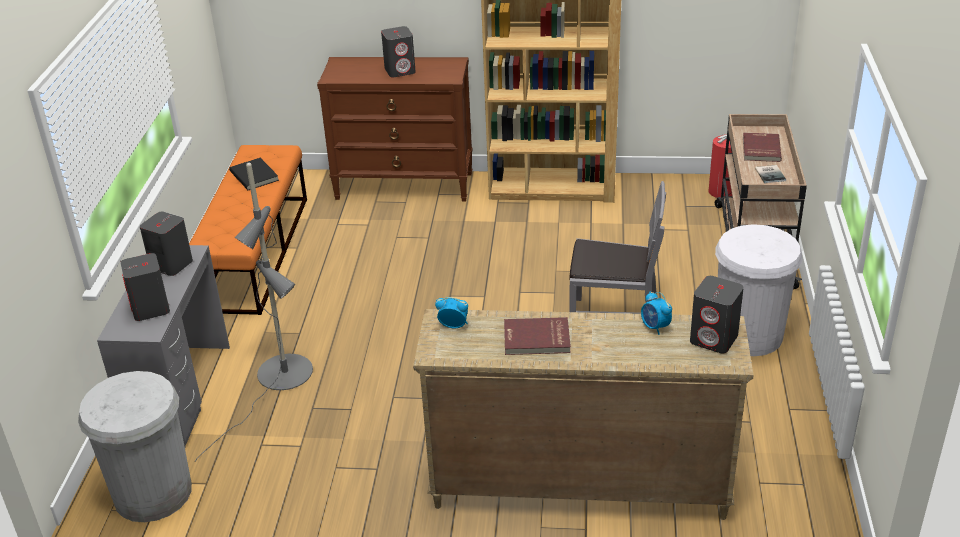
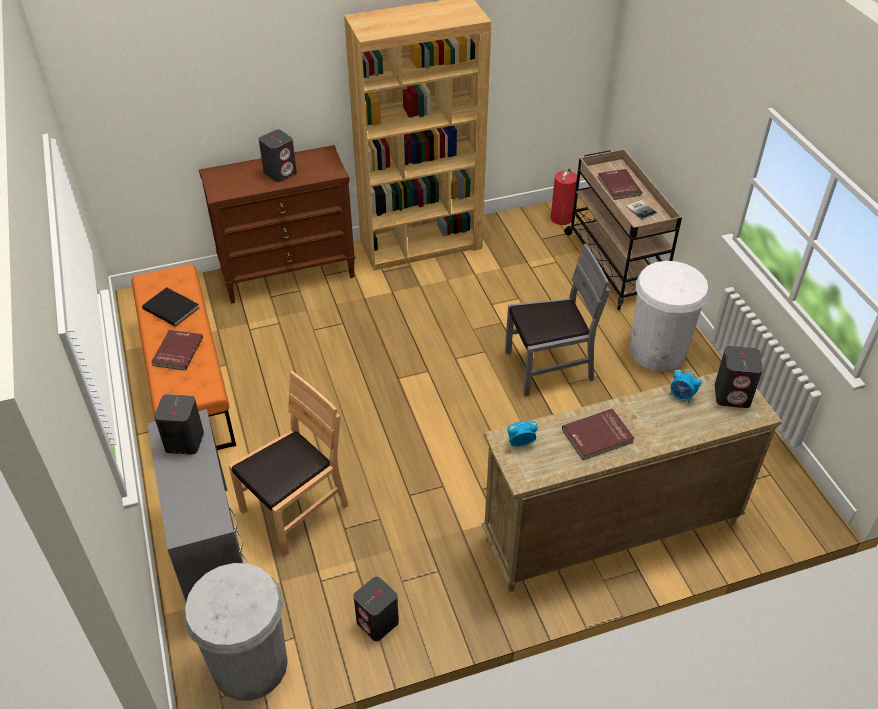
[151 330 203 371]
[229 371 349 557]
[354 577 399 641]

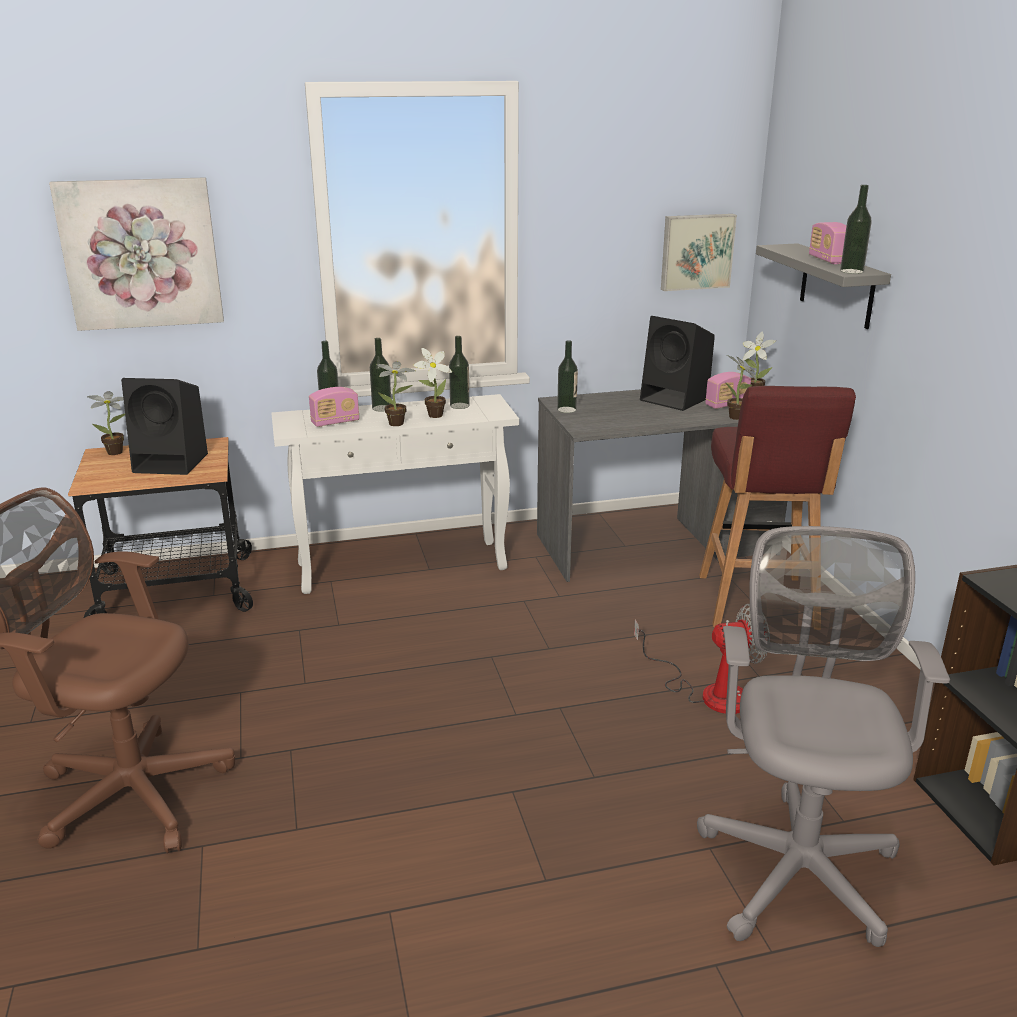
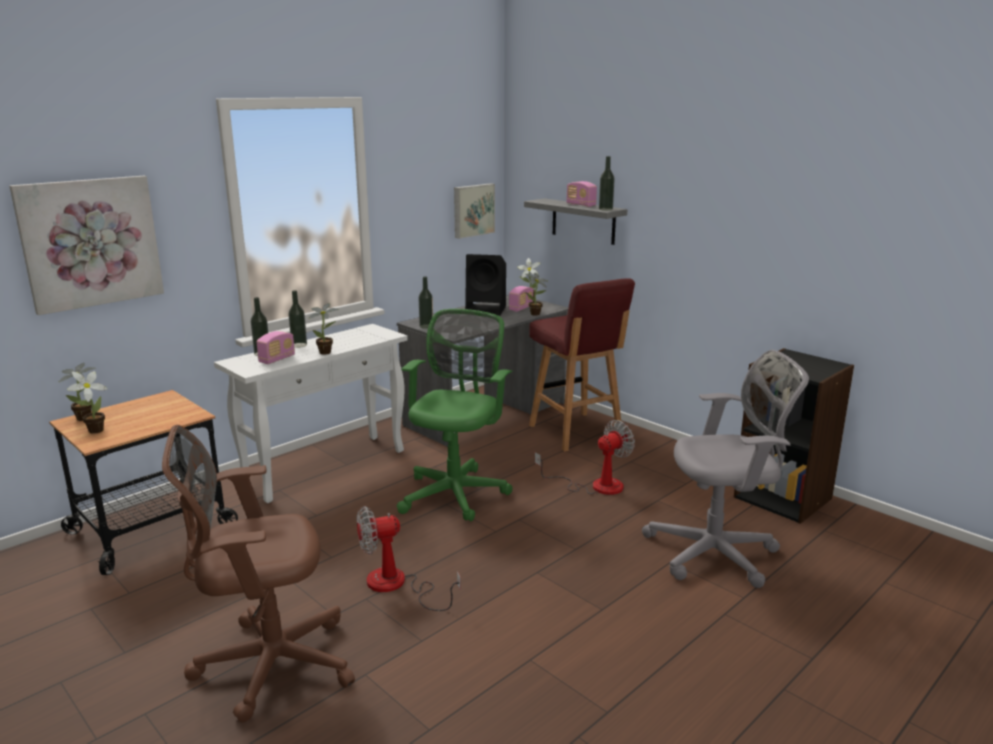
[67 371 107 434]
[357 506 461 611]
[397 309 513 521]
[642 350 809 588]
[121 378 208 475] (first image)
[449 336 470 409] (first image)

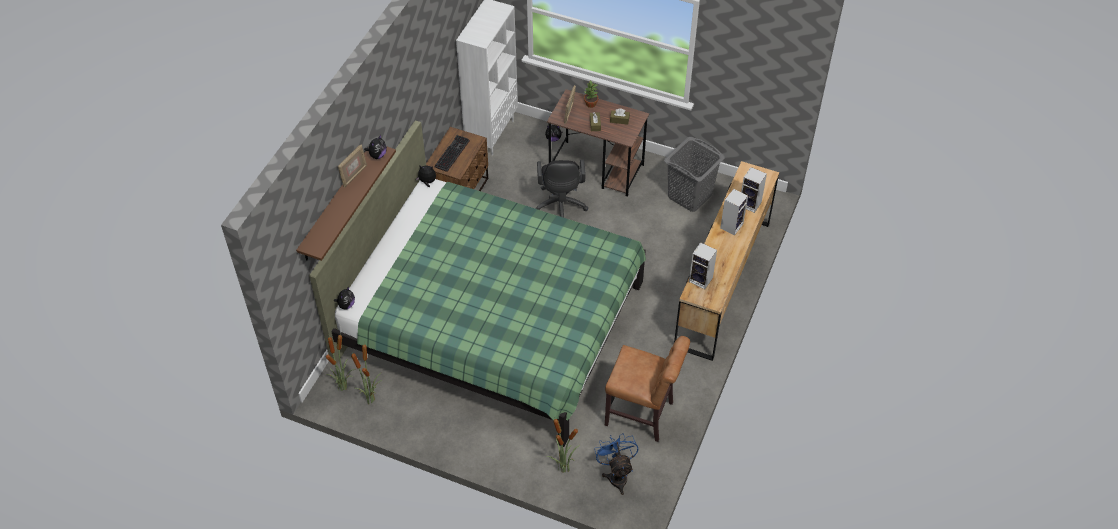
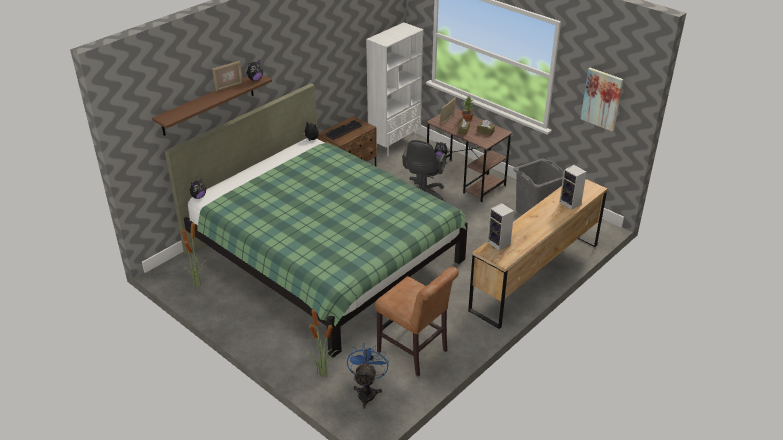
[581 68 624 132]
[325 335 356 391] (first image)
[720 189 748 236] (first image)

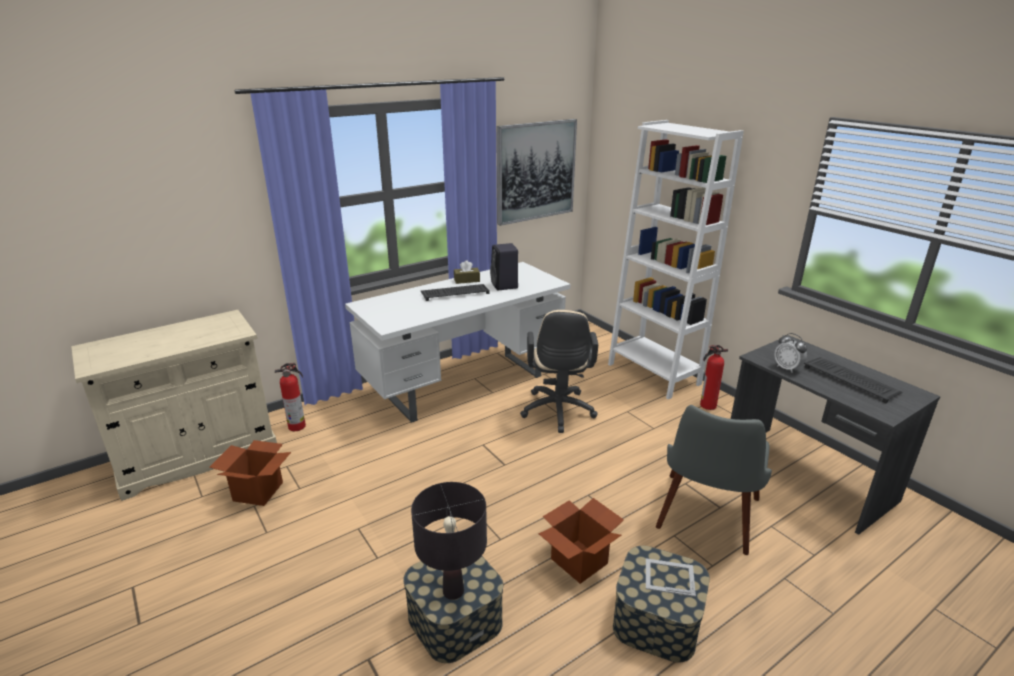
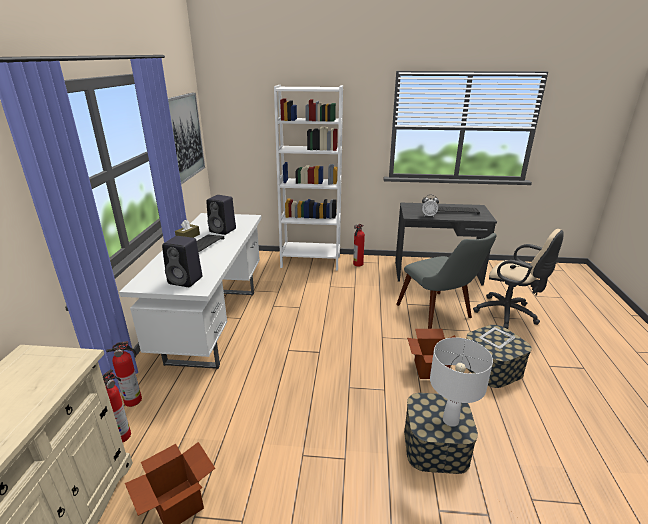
[106 341 142 407]
[162 236 203 287]
[430 337 493 427]
[473 229 564 329]

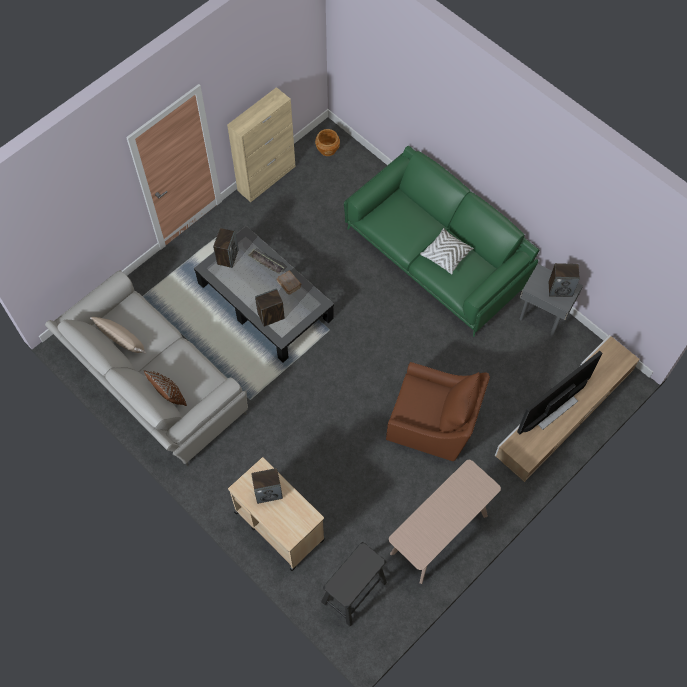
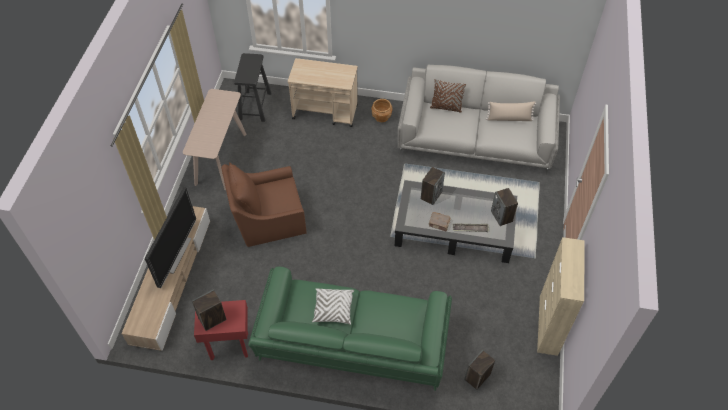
[194 300 248 360]
[372 99 393 122]
[464 350 495 390]

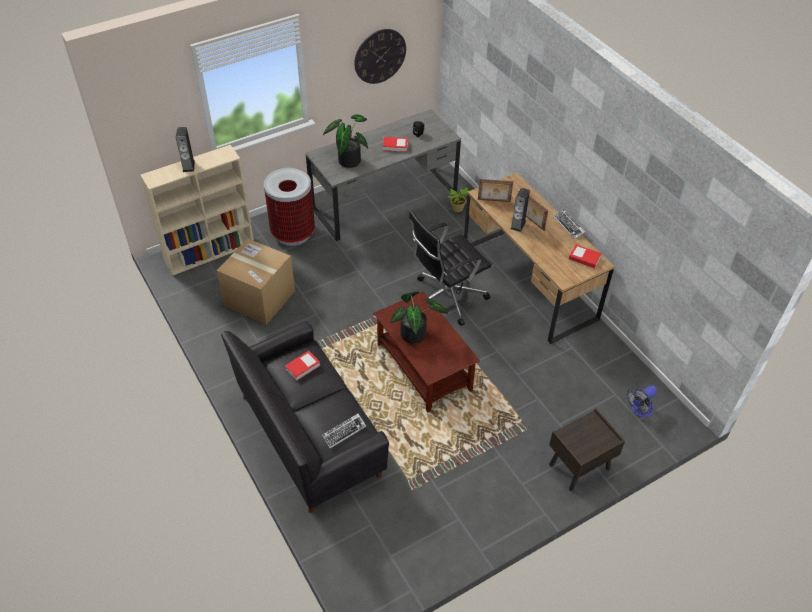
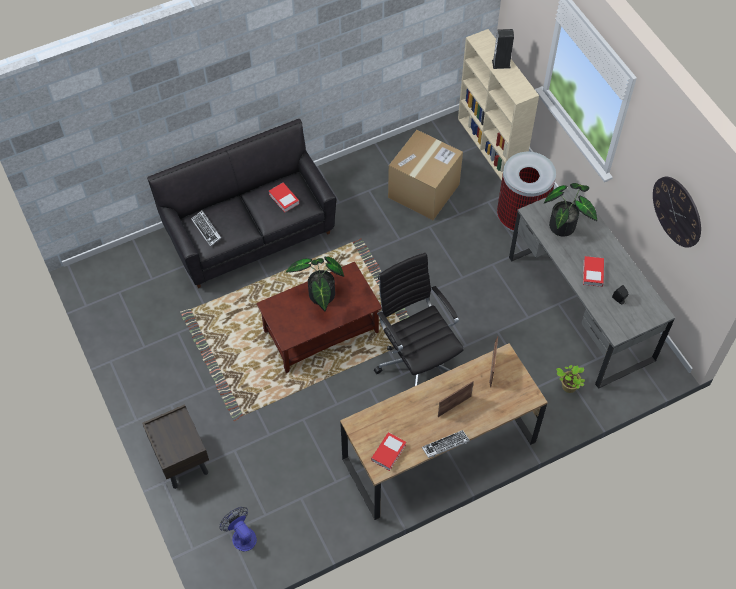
[510 188 530 232] (first image)

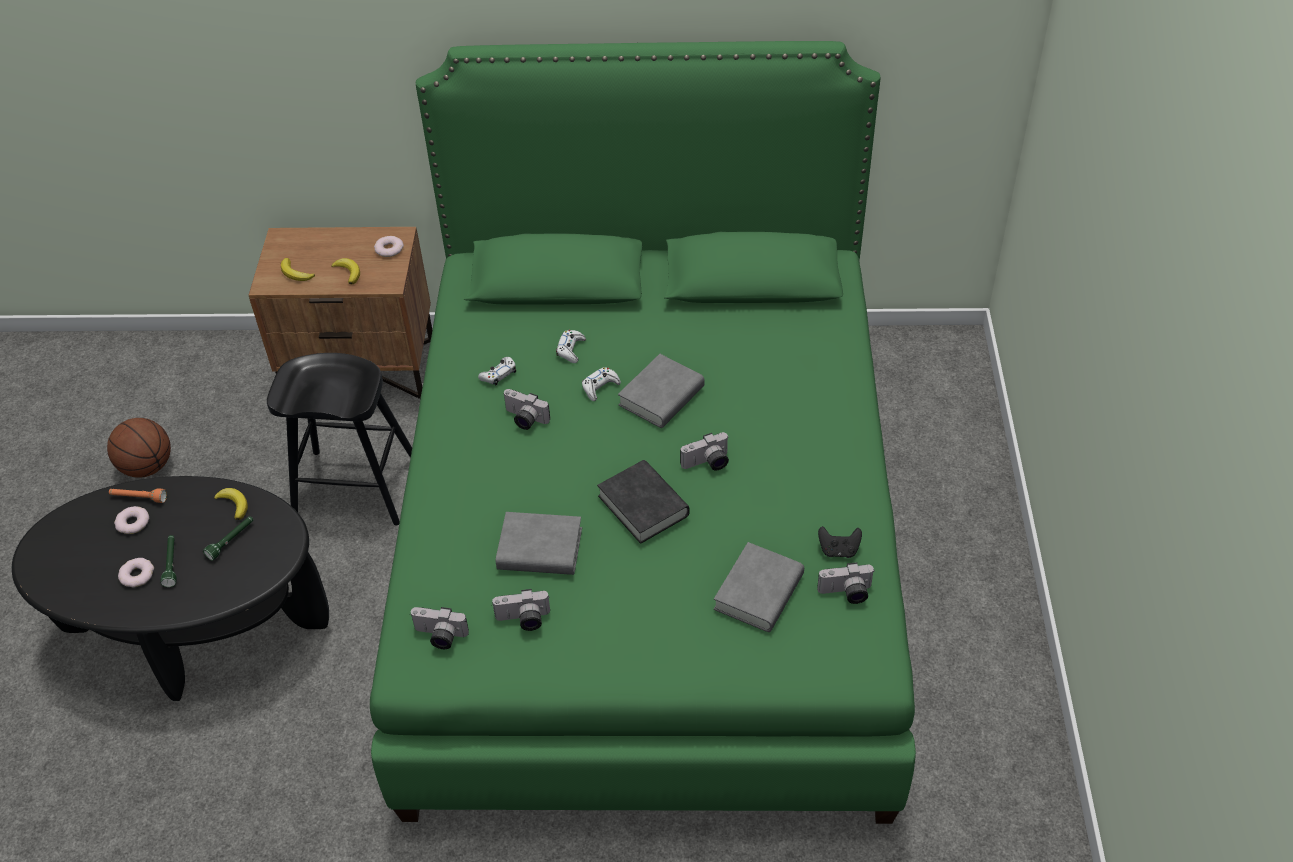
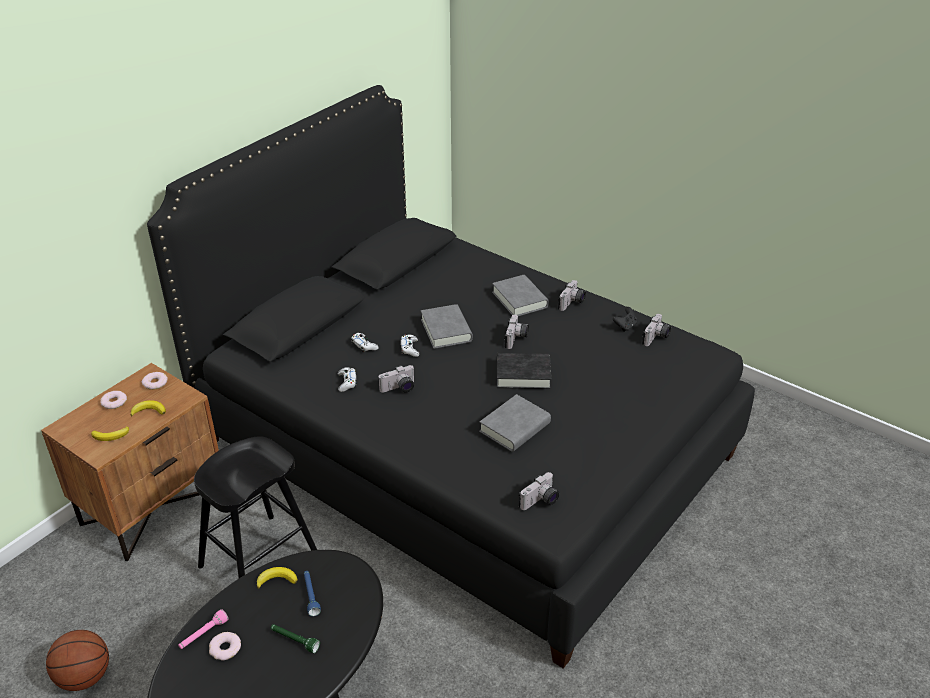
[100 391 127 409]
[147 85 755 668]
[178 609 229 649]
[304 571 321 616]
[492 275 549 316]
[558 280 586 311]

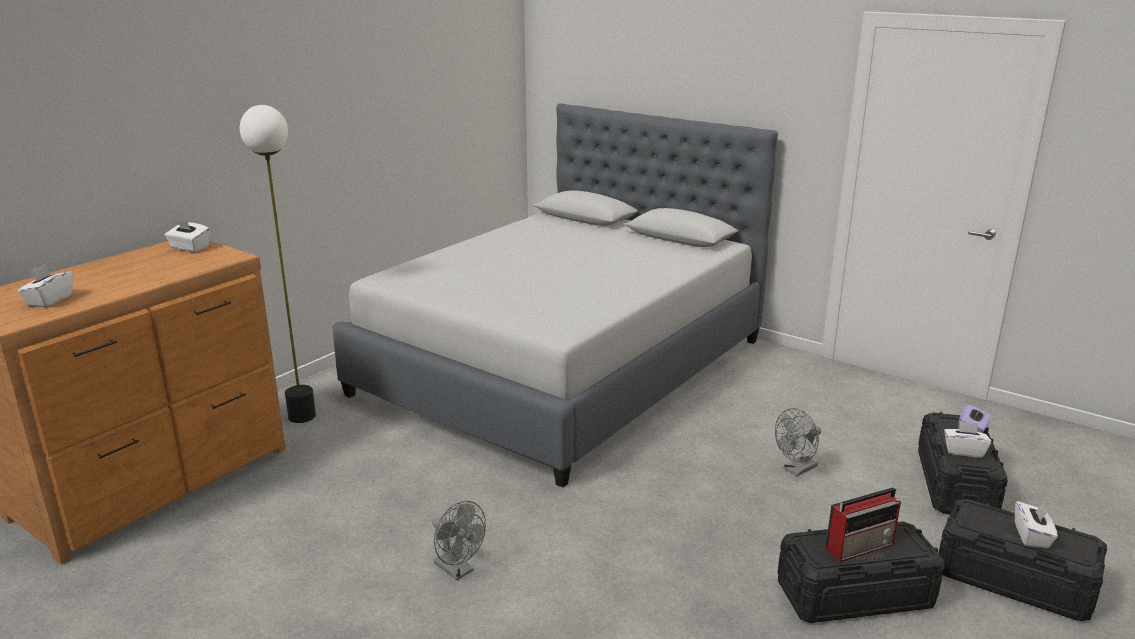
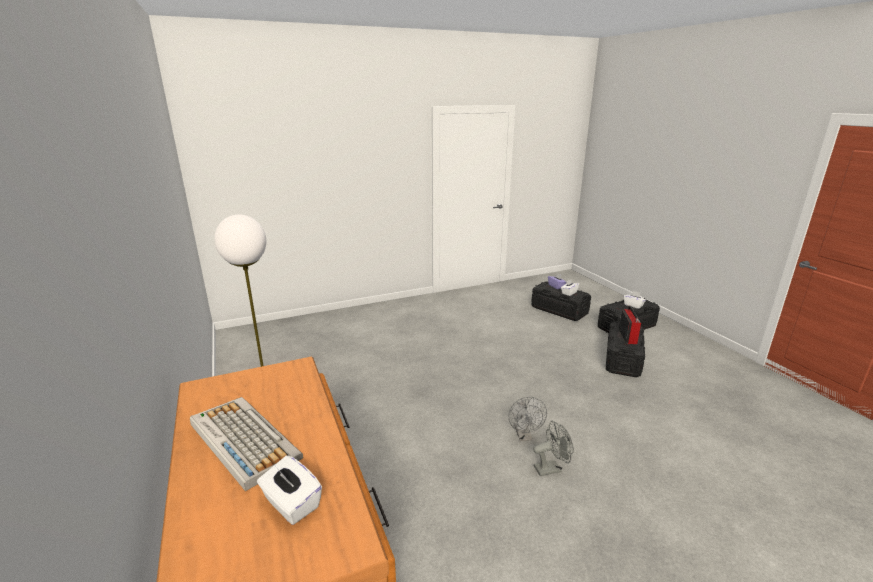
[190 397 303 491]
[509 397 547 441]
[165 219 210 252] (first image)
[333 104 778 488] (first image)

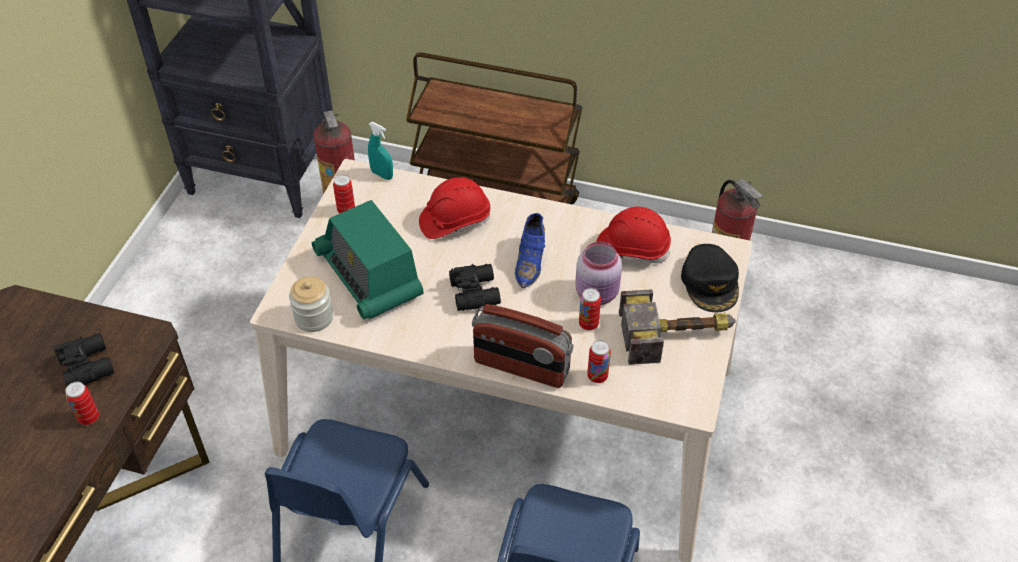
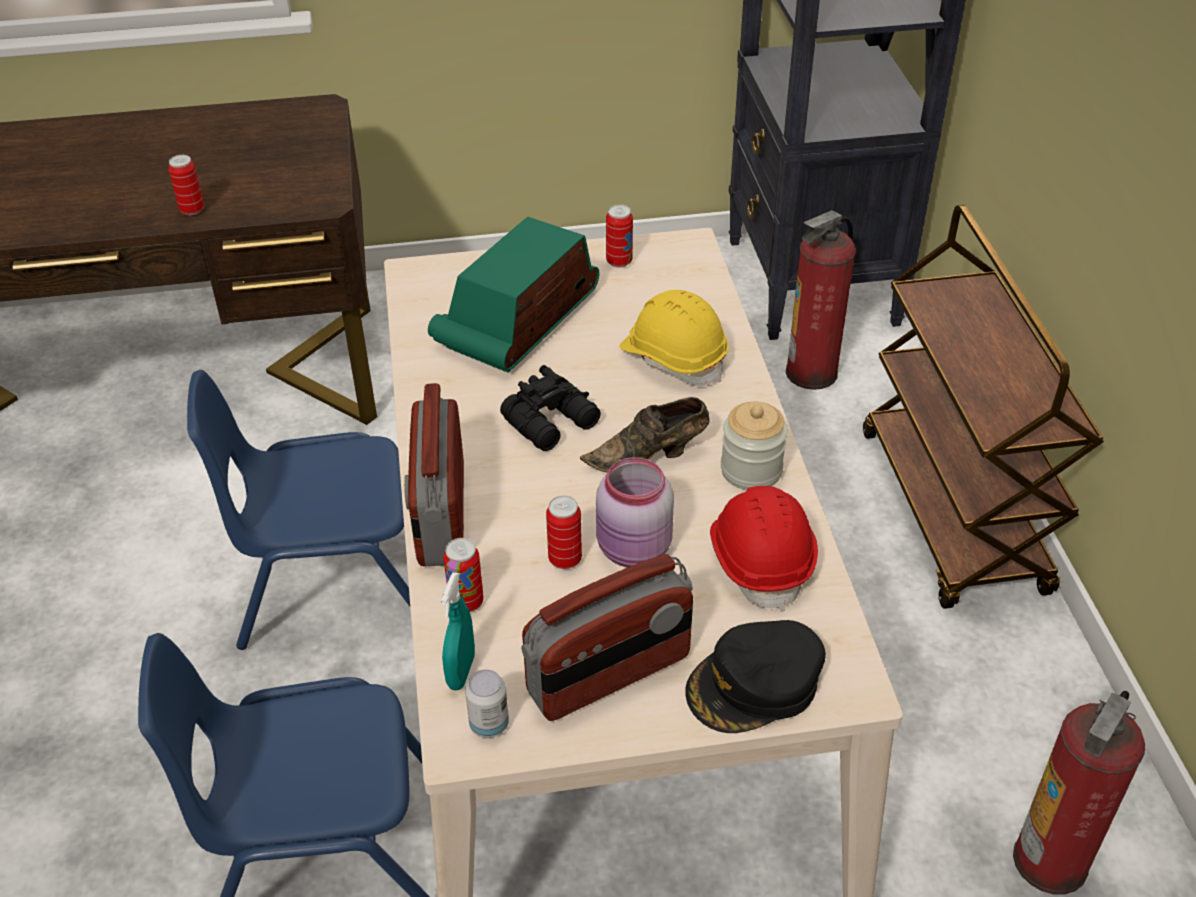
[441 572 475 691]
[465 669 509 738]
[521 554 693 721]
[580 397 710 473]
[619 290 728 386]
[721 402 788 490]
[53 333 114 386] (first image)

